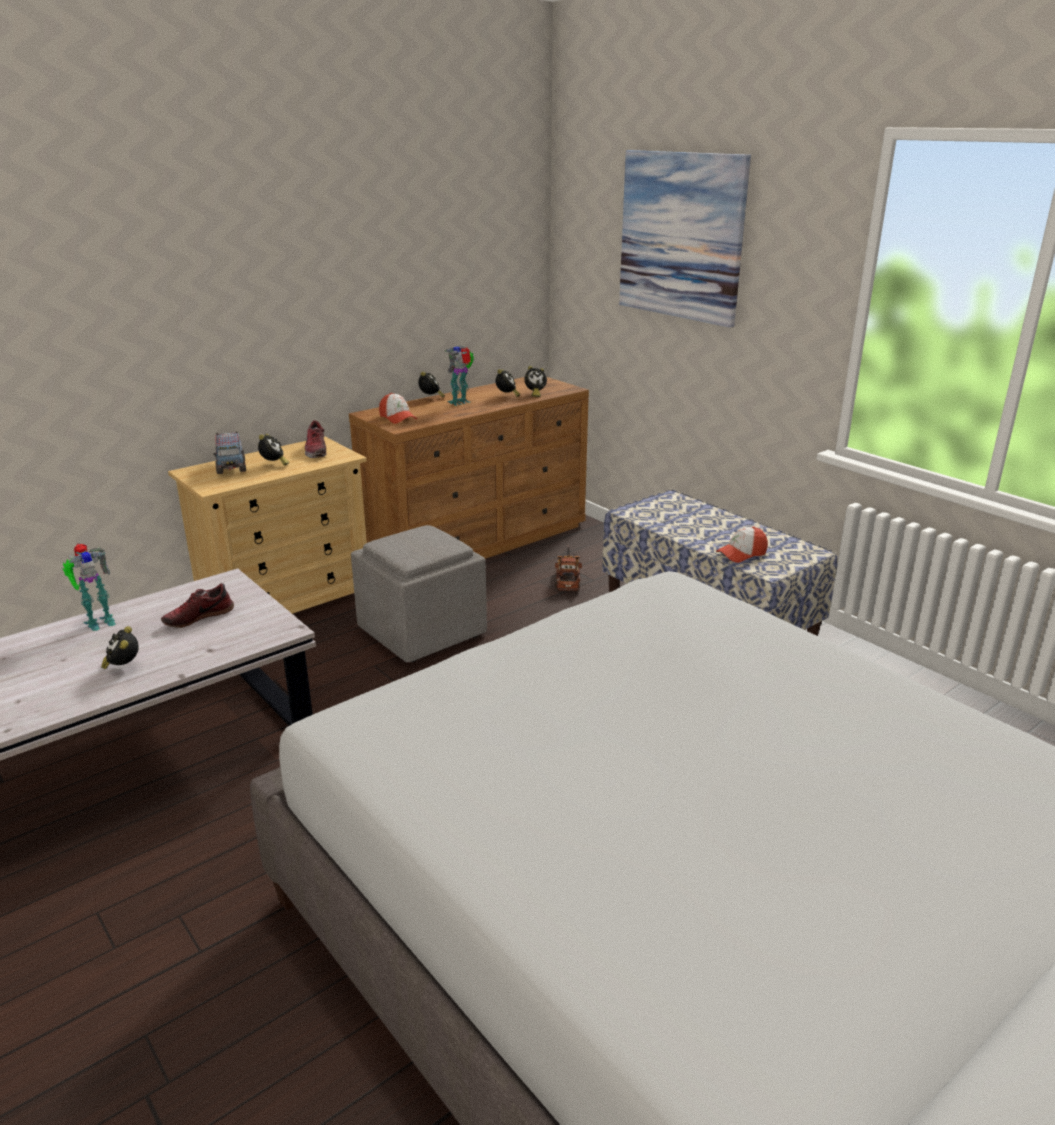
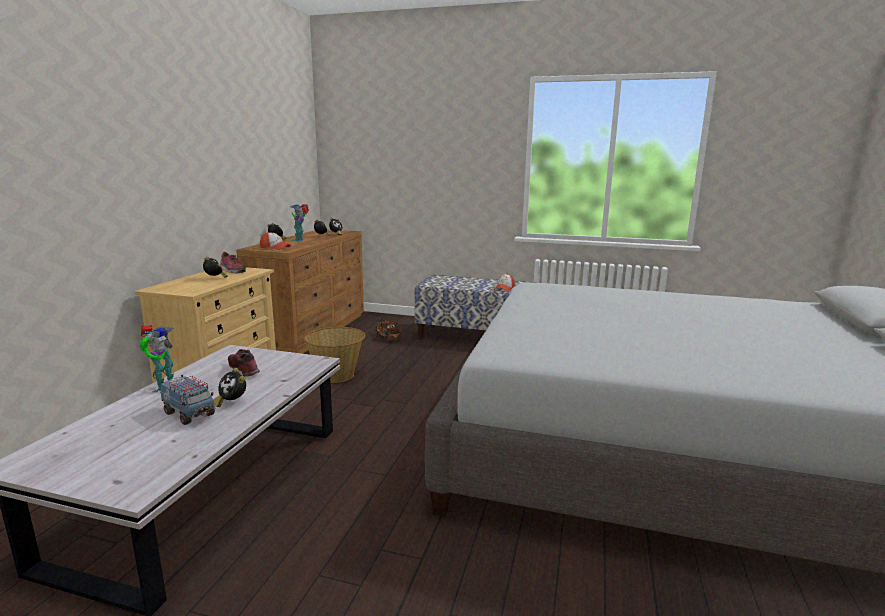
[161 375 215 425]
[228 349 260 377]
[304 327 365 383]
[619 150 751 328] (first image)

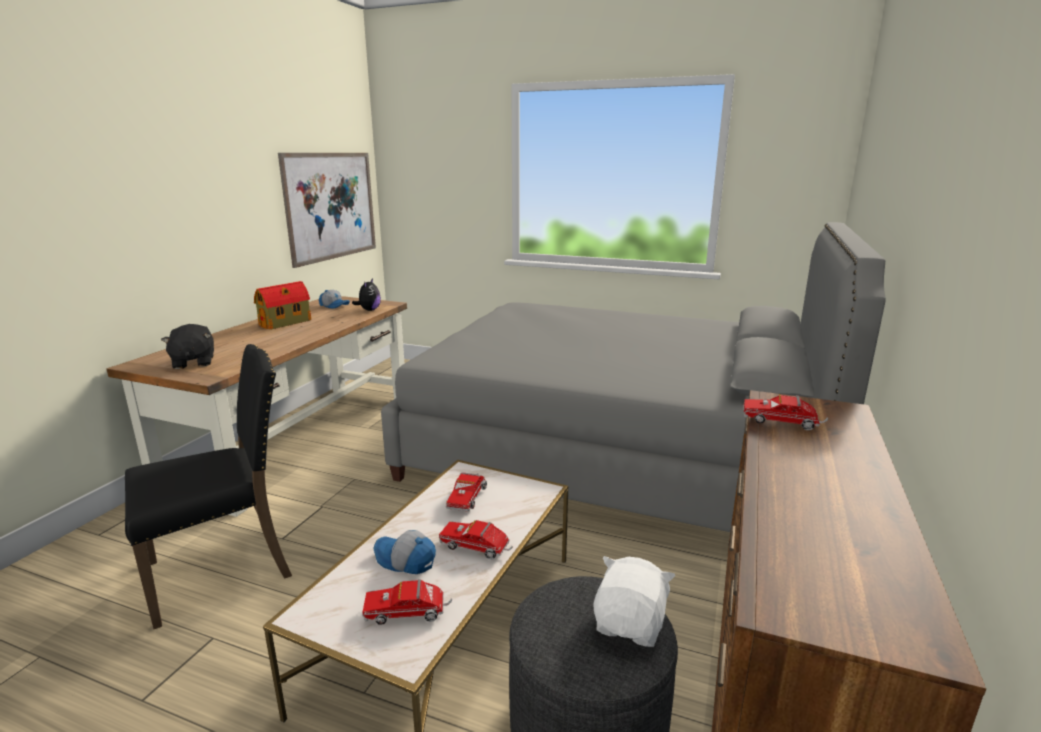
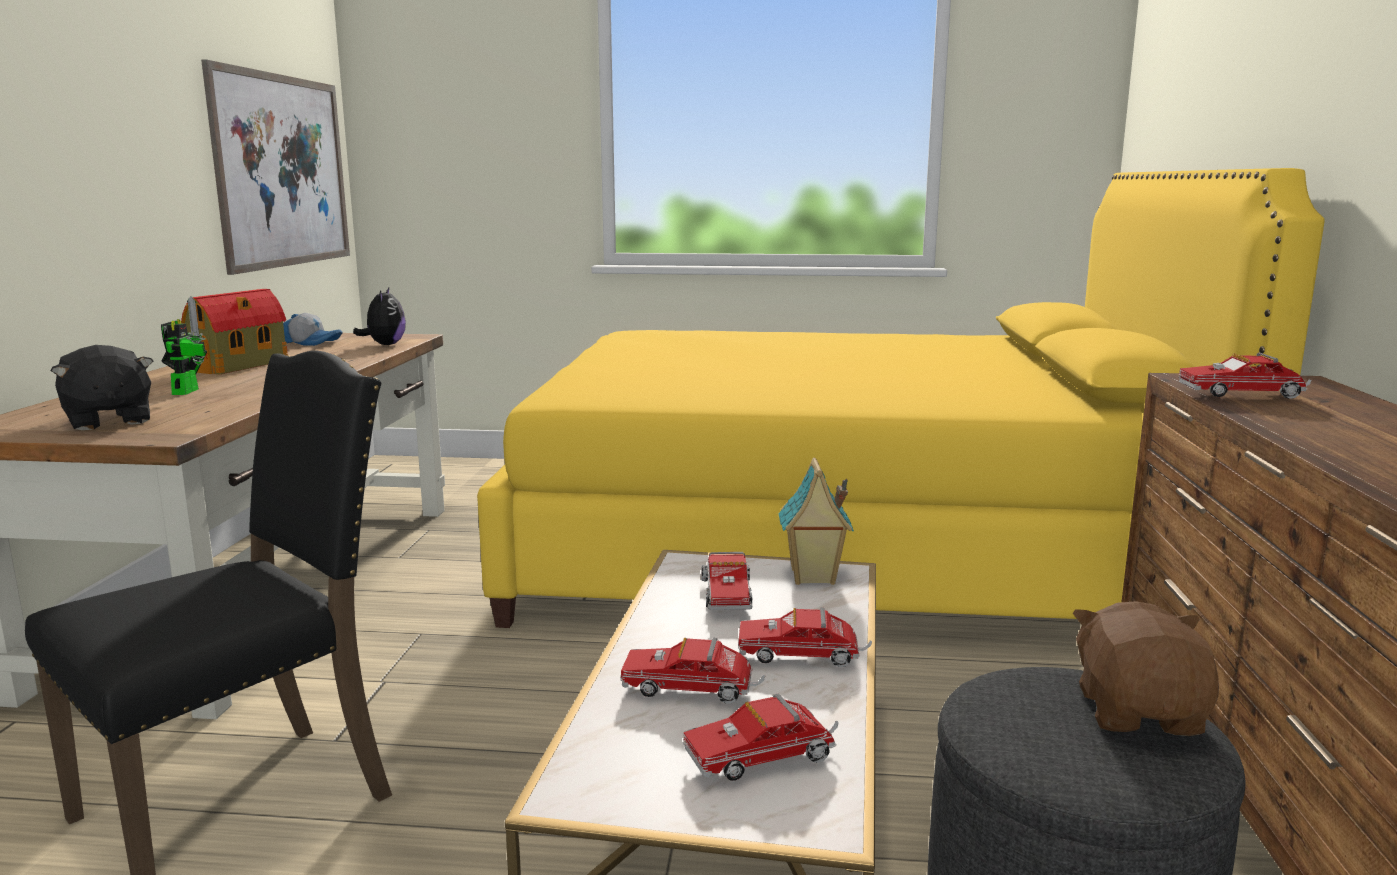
[161 296 207 395]
[477 168 1325 628]
[620 638 765 704]
[778 458 854 585]
[1073 601 1219 736]

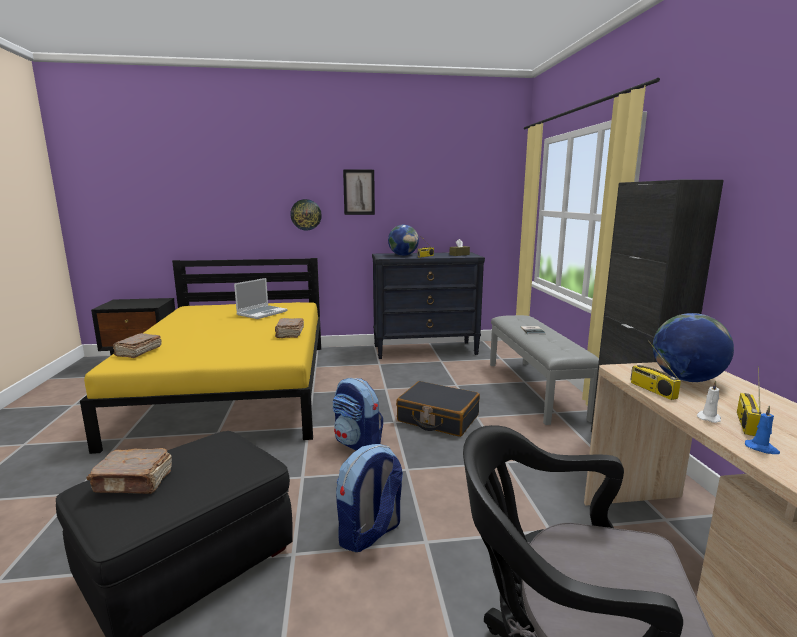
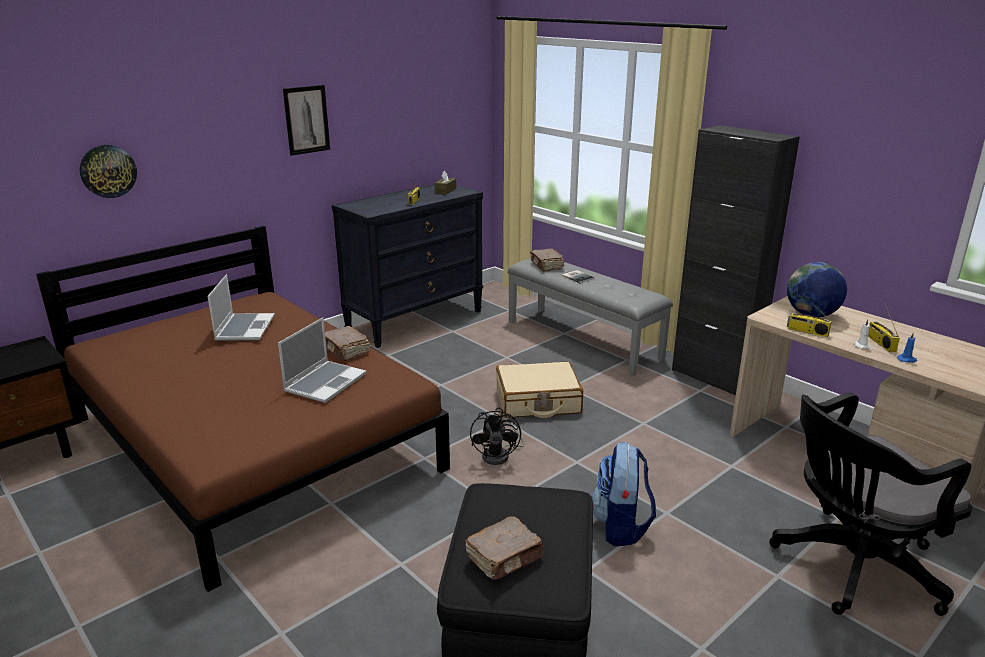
[36 226 450 592]
[80 145 137 198]
[278 318 366 403]
[470 408 524 465]
[496 362 583 418]
[530 249 565 272]
[388 225 419 256] (first image)

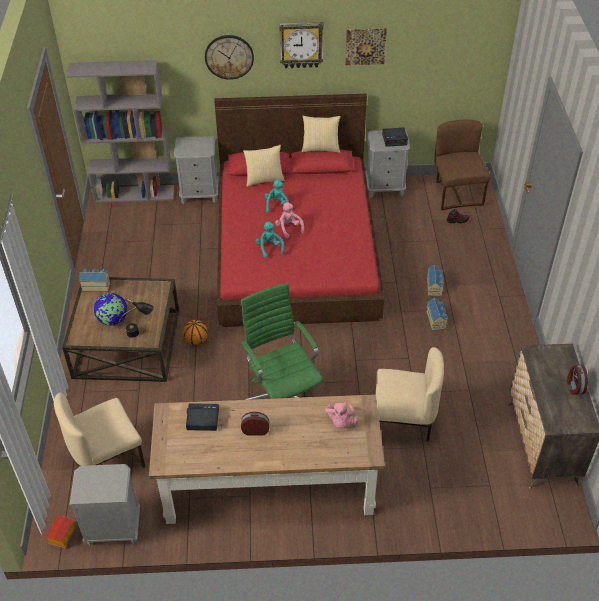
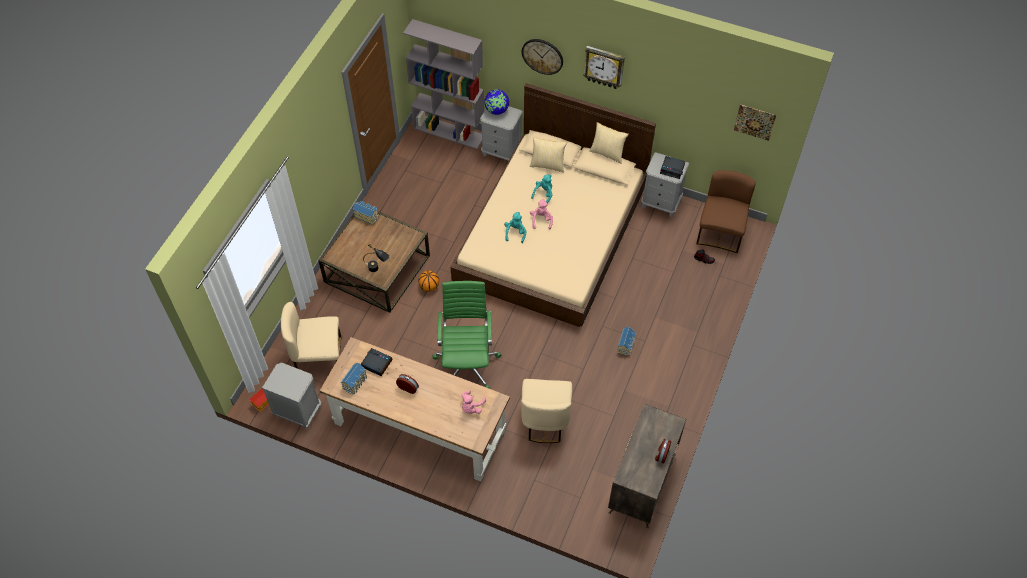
[341 363 367 394]
[451 83 656 327]
[484 89 509 115]
[521 379 572 443]
[734 105 776 141]

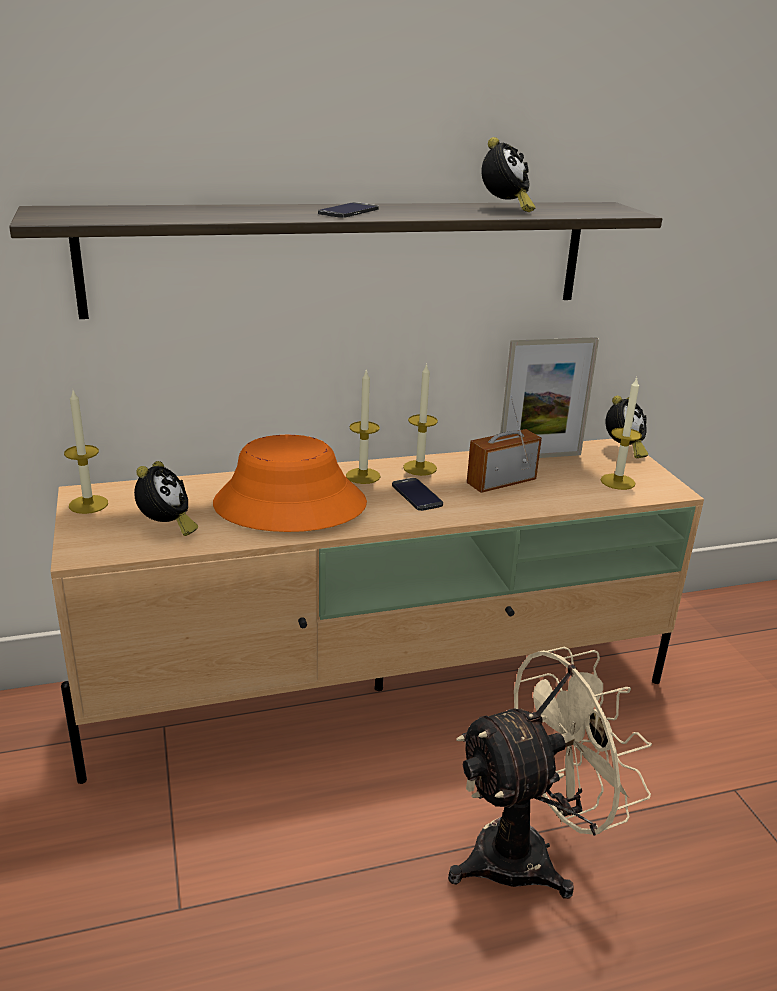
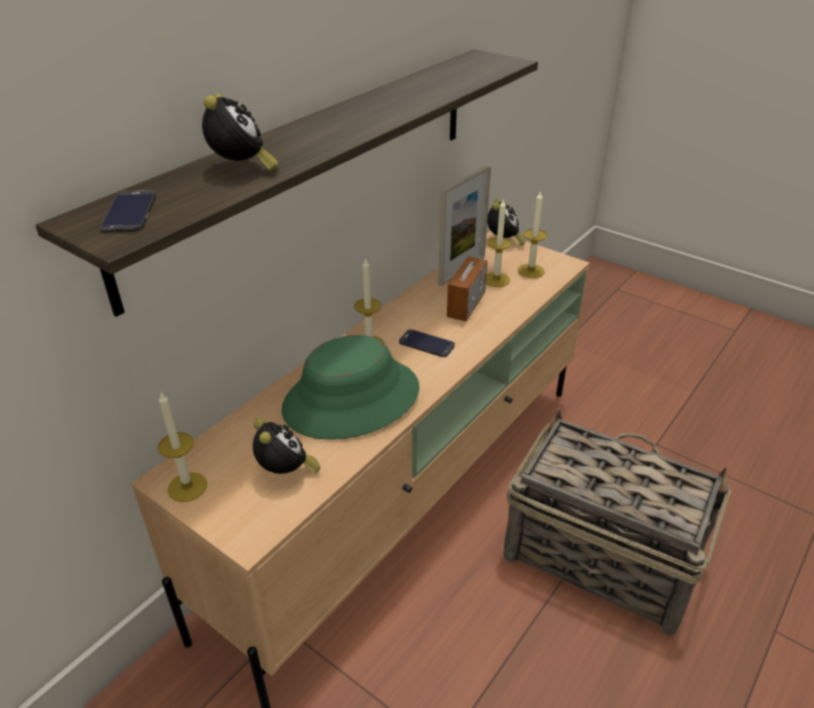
[100 190 156 233]
[202 94 279 171]
[281 335 420 440]
[486 198 512 287]
[504 408 731 636]

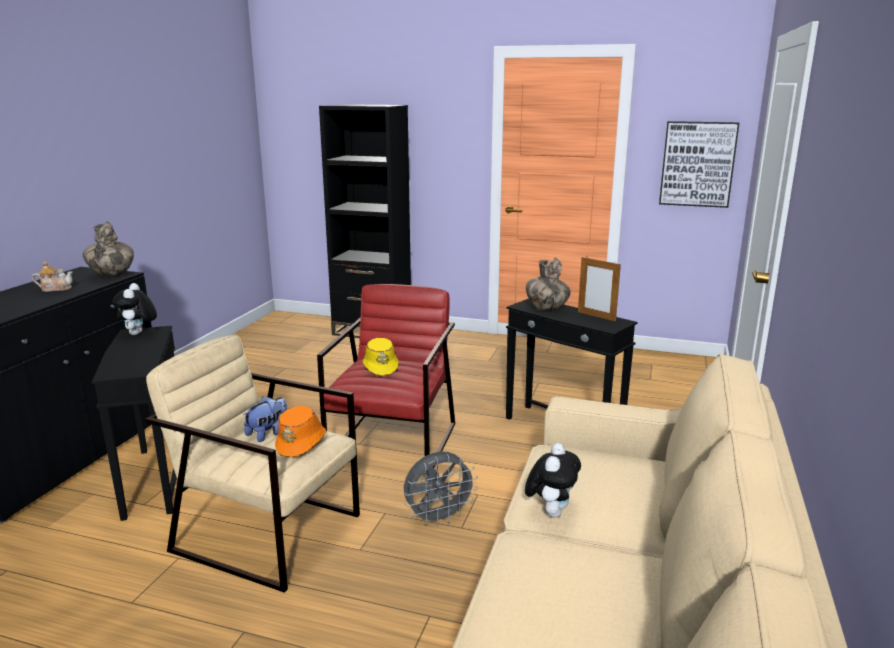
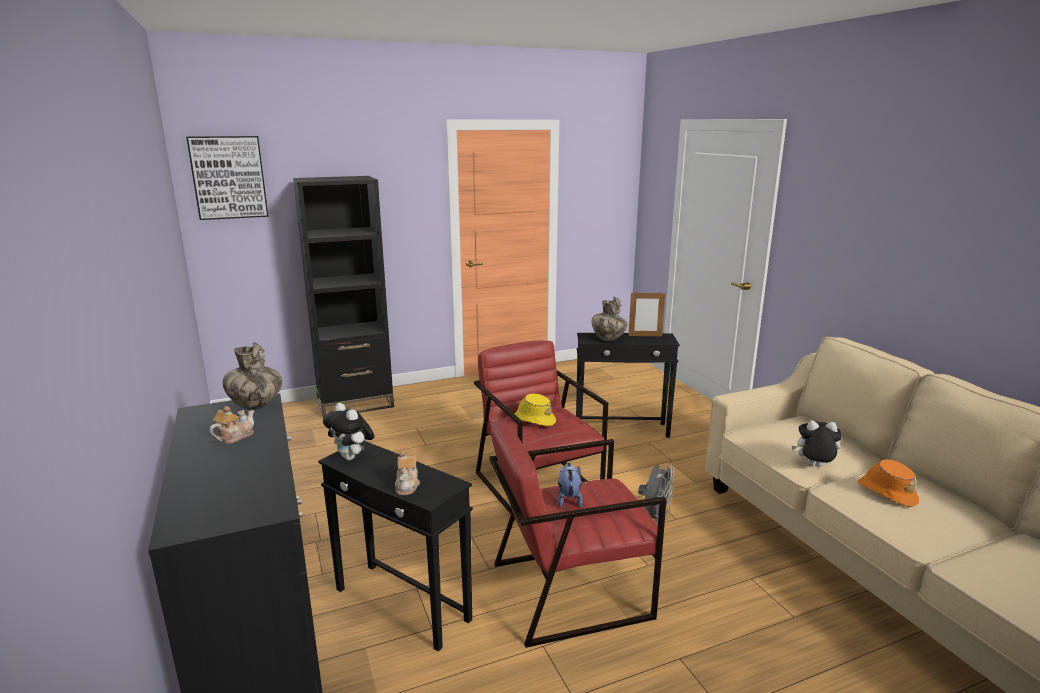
[186 136 269 220]
[395 451 420 495]
[490 421 667 648]
[791 421 842 467]
[858 459 919 507]

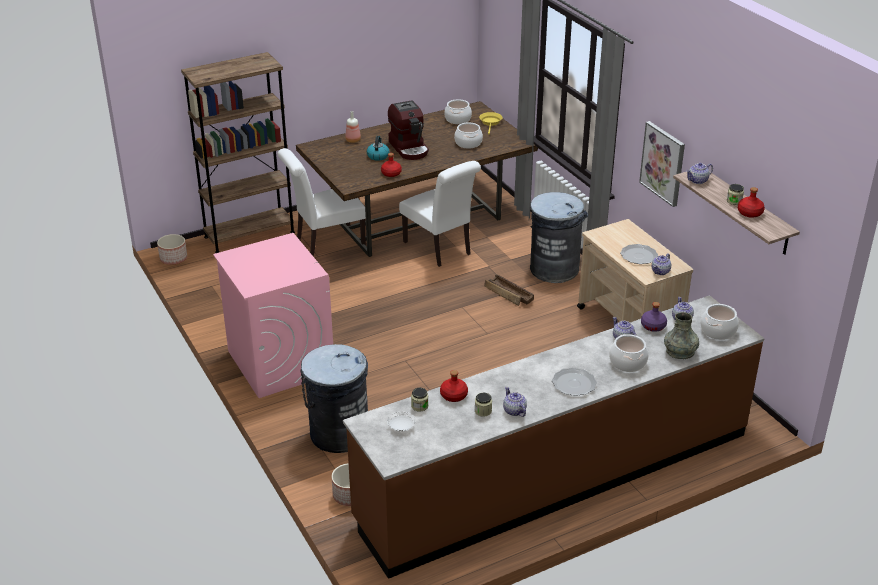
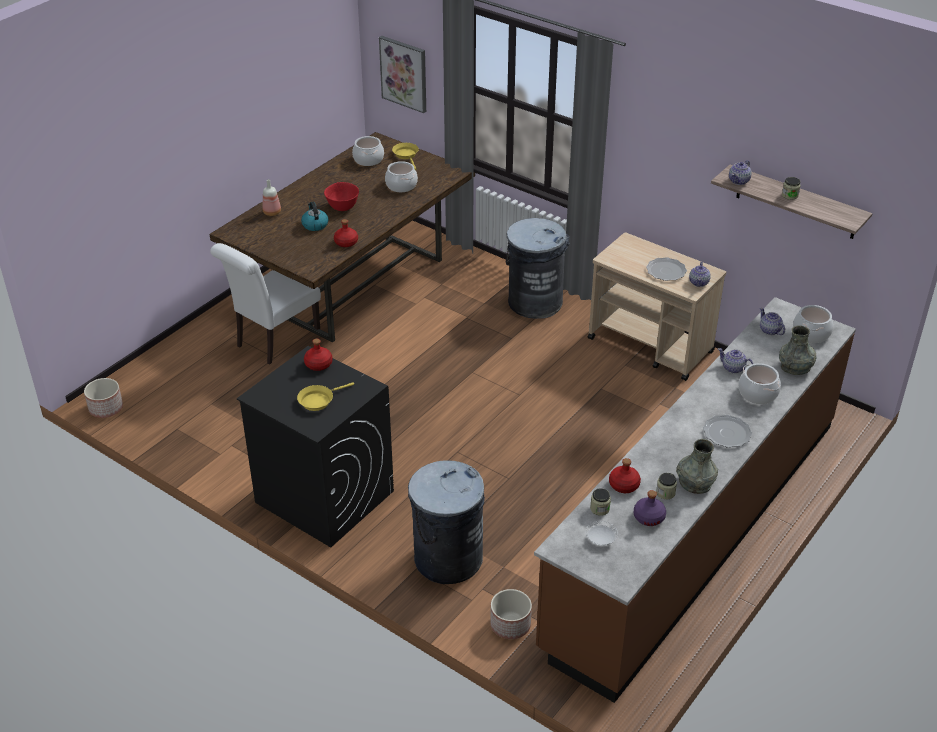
[237 346 394 547]
[297 383 354 411]
[304 339 332 371]
[324 182 359 211]
[379 36 426 113]
[634 490 666 526]
[676 439 718 494]
[181 52 295 253] (first image)
[399 161 481 267] (first image)
[484 274 534 306] (first image)

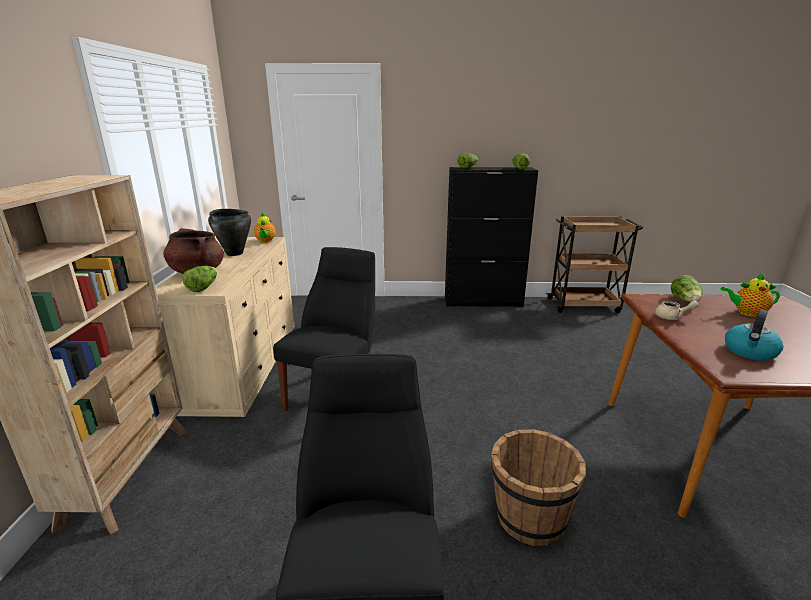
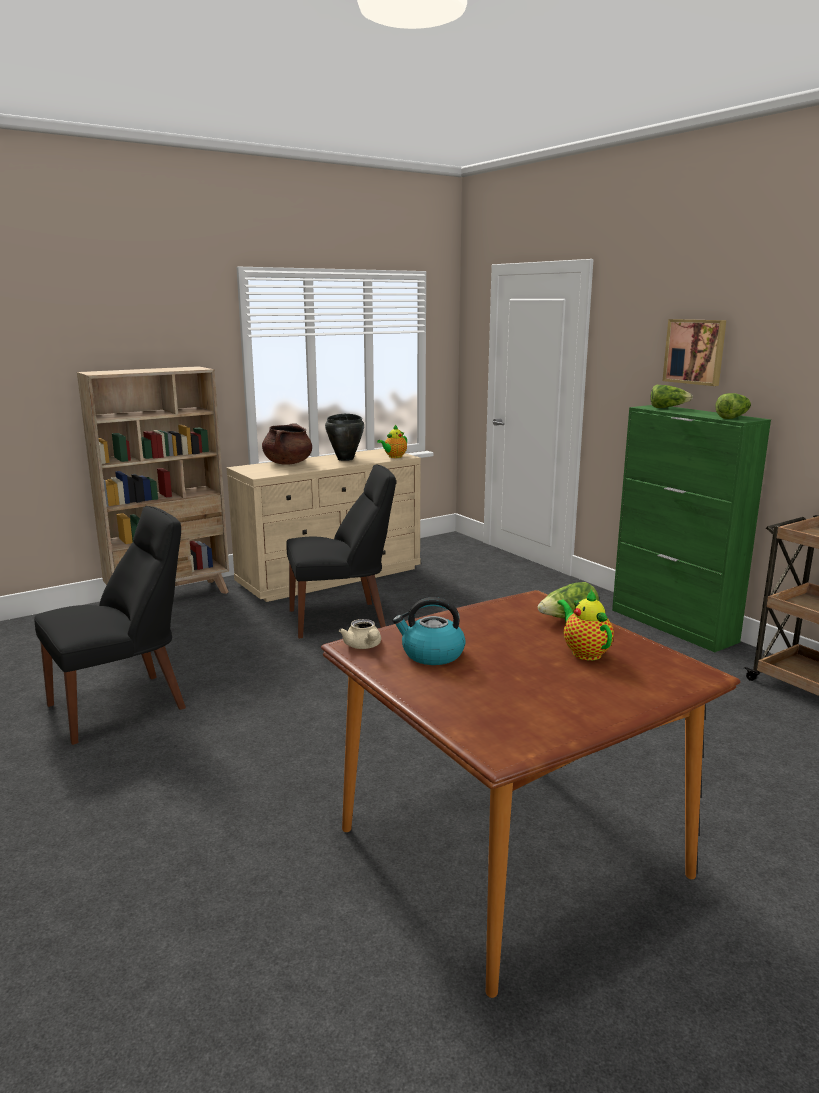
[339 619 381 649]
[612 405 771 652]
[663 319 726 386]
[182 266 217 292] (first image)
[491 429 586 546] (first image)

